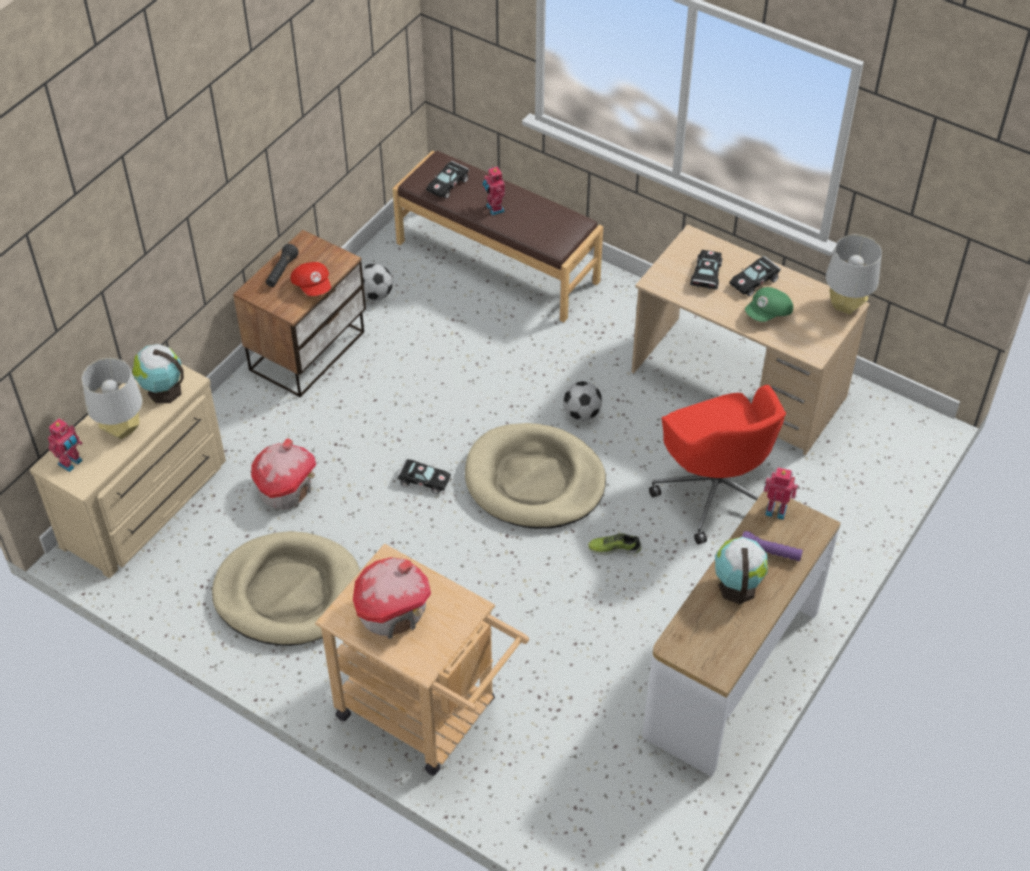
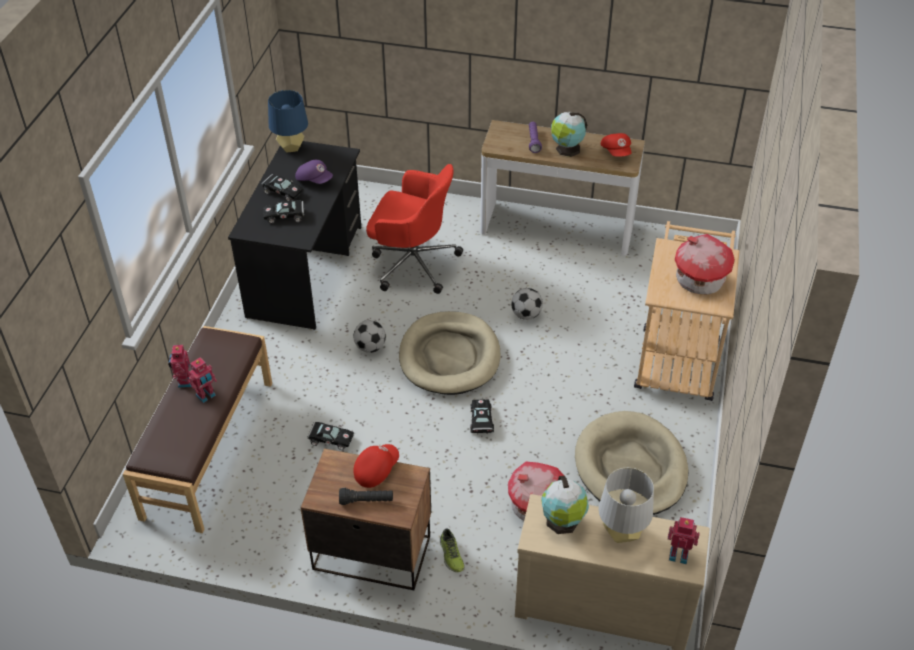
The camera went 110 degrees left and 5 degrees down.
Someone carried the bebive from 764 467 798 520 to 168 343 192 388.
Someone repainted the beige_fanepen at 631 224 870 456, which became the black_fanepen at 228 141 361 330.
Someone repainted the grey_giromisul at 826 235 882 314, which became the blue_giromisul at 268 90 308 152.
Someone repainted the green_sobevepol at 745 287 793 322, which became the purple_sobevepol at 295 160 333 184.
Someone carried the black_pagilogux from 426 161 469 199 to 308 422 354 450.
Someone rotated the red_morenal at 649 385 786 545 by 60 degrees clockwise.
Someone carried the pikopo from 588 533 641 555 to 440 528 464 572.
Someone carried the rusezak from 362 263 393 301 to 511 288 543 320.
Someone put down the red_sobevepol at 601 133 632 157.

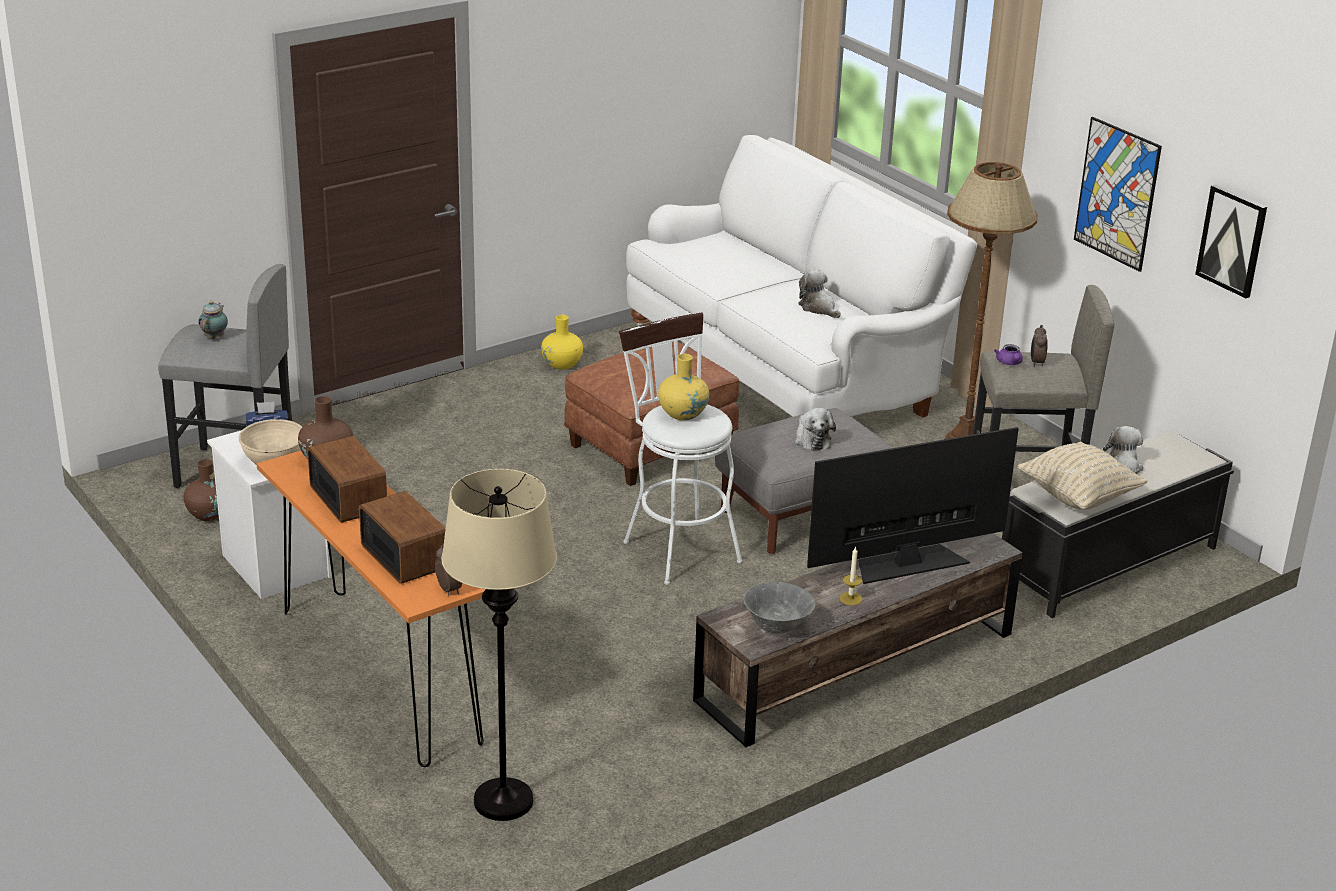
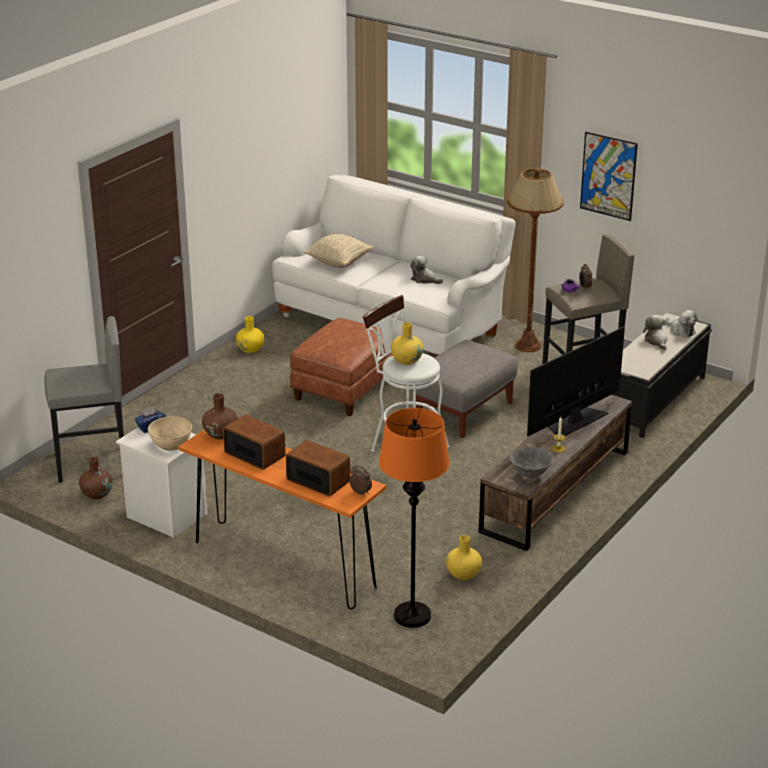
The camera went 20 degrees left and 0 degrees up.
Someone carried the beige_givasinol from 1017 442 1148 510 to 304 234 373 268.
Someone repainted the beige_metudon at 441 469 557 821, which became the orange_metudon at 379 408 450 628.
Someone put down the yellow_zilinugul at 446 535 482 580.
Someone carried the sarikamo from 795 408 836 451 to 666 310 698 337.
Someone took away the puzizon at 198 301 228 339.
Someone took away the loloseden at 1195 185 1267 298.

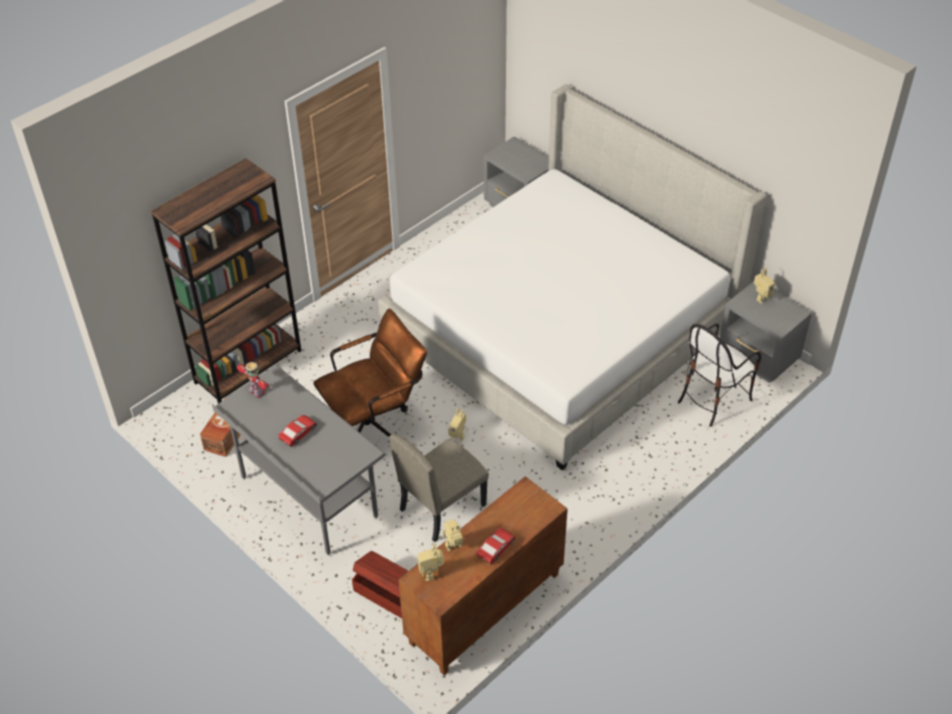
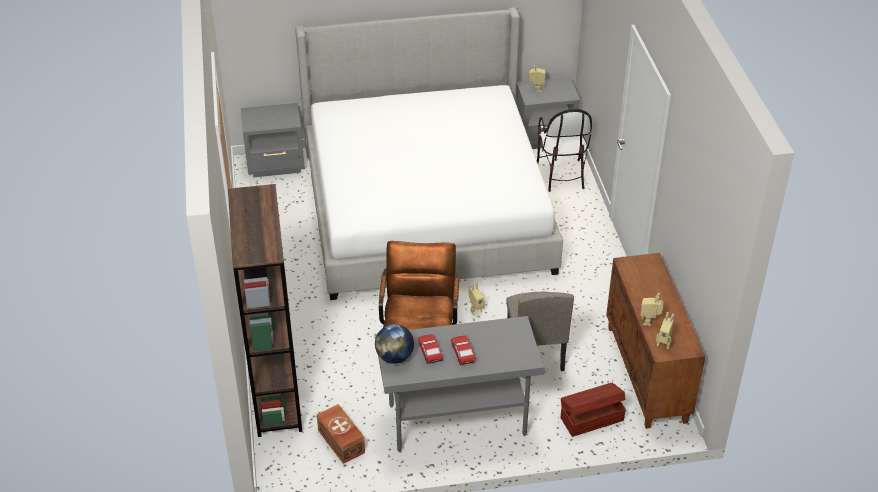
The camera went 55 degrees left and 5 degrees down.
Someone swapped the bebive at 237 362 269 398 for the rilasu at 375 324 414 364.
Someone carried the pagilogux from 477 528 515 565 to 418 334 443 364.

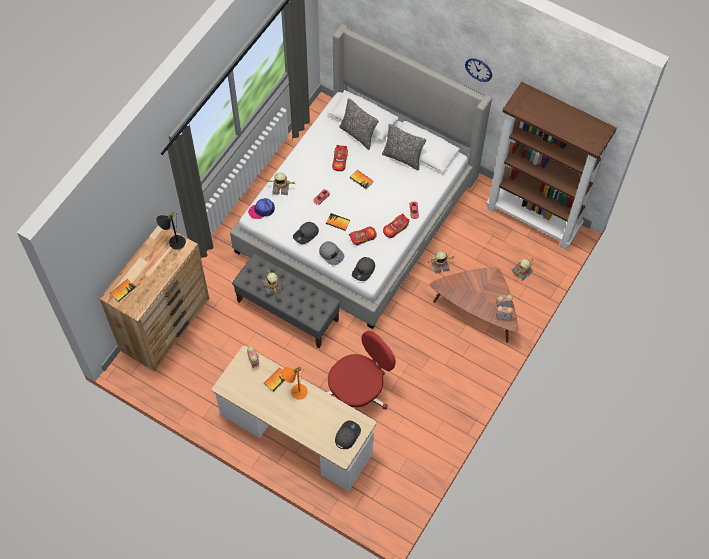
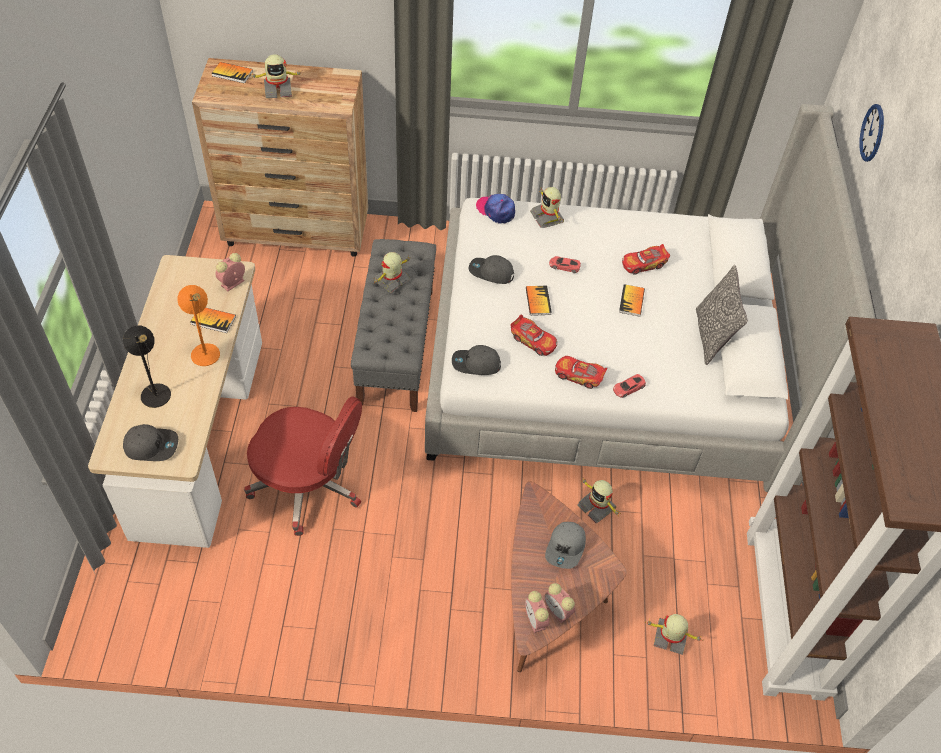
The camera went 60 degrees right and 10 degrees down.
Someone carried the black_giromisul from 156 212 186 250 to 123 325 171 408.
Someone put down the bebive at 251 54 302 98.
Someone carried the grey_sobevepol from 319 241 344 265 to 545 522 586 569.
Someone carried the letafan from 465 58 492 82 to 859 104 884 162.
Someone took away the givasinol at 339 98 379 150.

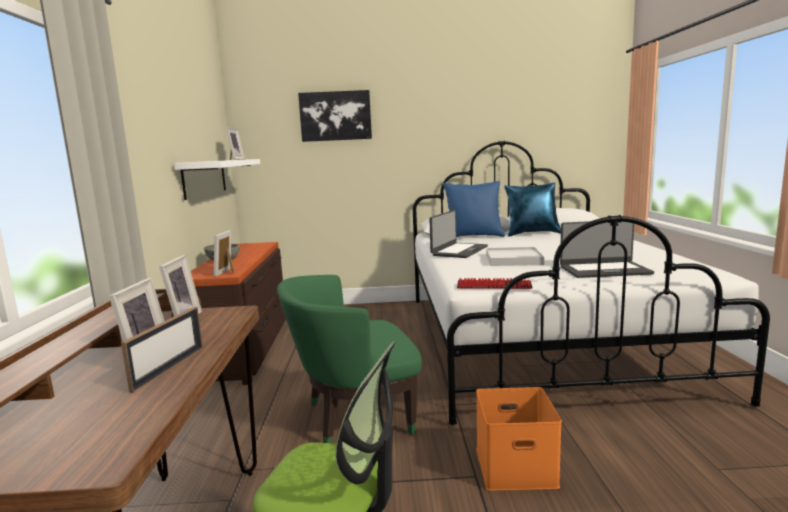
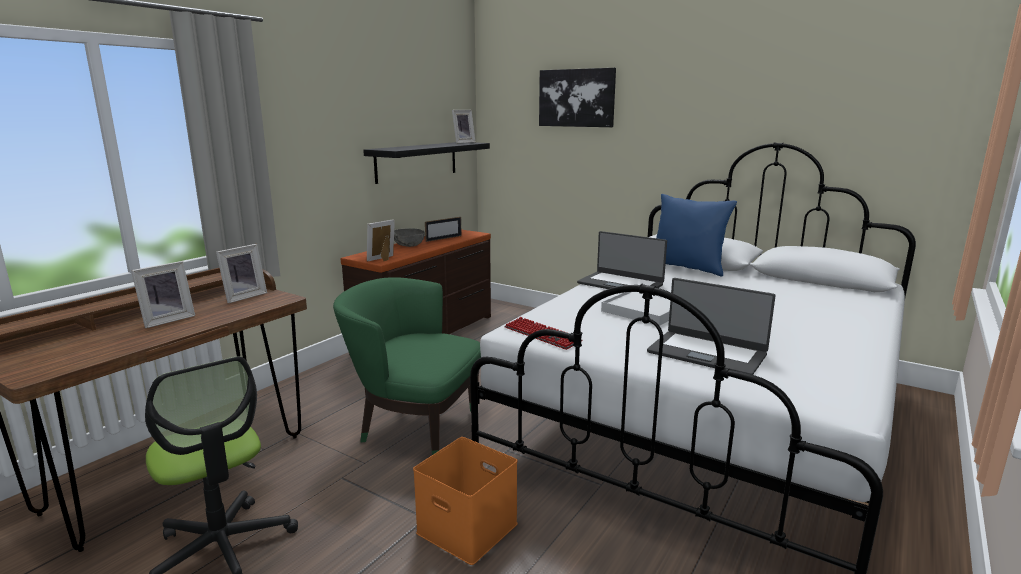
The camera went 35 degrees right and 5 degrees up.
Someone repainted the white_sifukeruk at 174 159 260 200, which became the black_sifukeruk at 363 142 490 184.
Someone carried the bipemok from 121 307 203 393 to 425 217 462 242.
Someone rotated the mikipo at 429 210 488 258 by 60 degrees clockwise.
Someone took away the blue_givasinol at 504 182 561 236.

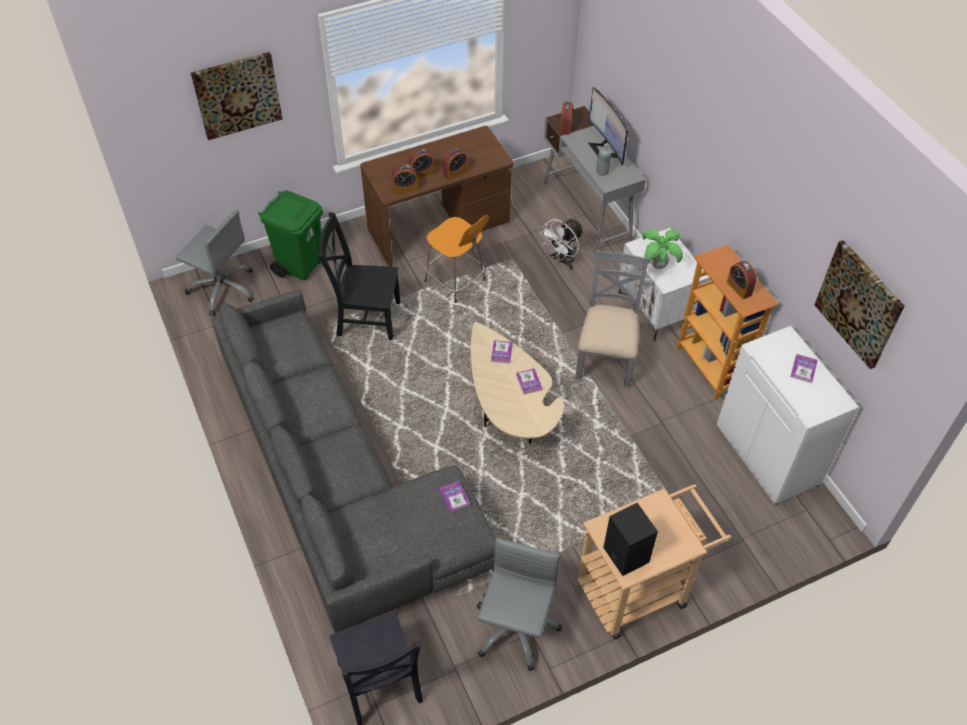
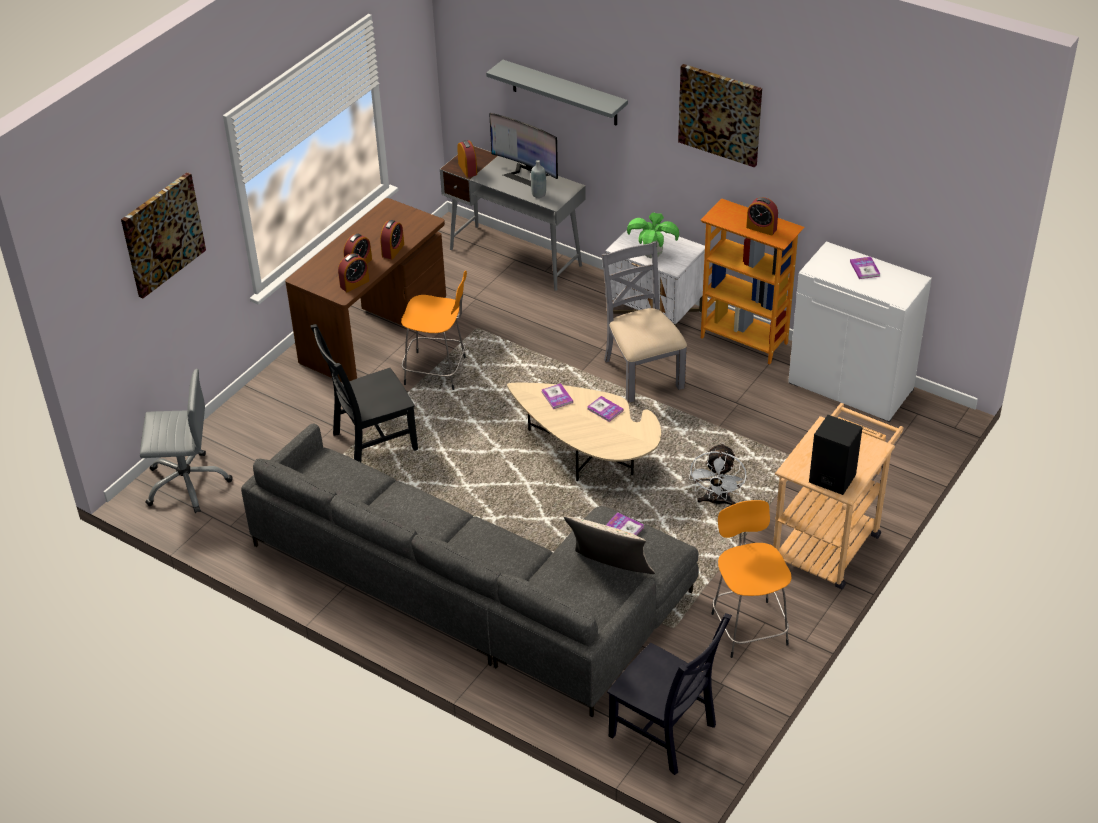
The camera went 30 degrees left and 10 degrees down.
Someone put up the grey_sifukeruk at 486 60 628 126.
Someone put down the beige_givasinol at 564 516 655 574.
Someone carried the loloseden from 815 240 905 369 to 678 64 762 167.
Someone carried the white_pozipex from 541 219 584 270 to 689 443 746 505.
Someone swapped the grey_morenal at 477 538 562 671 for the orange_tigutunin at 711 500 792 658.
Someone took away the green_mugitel at 258 190 323 280.

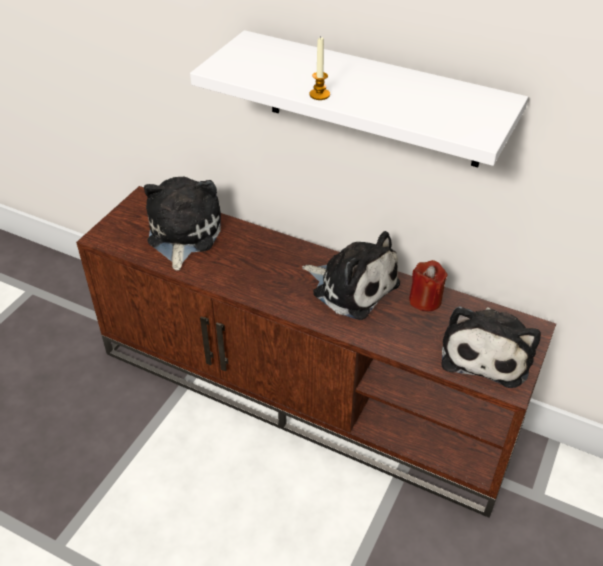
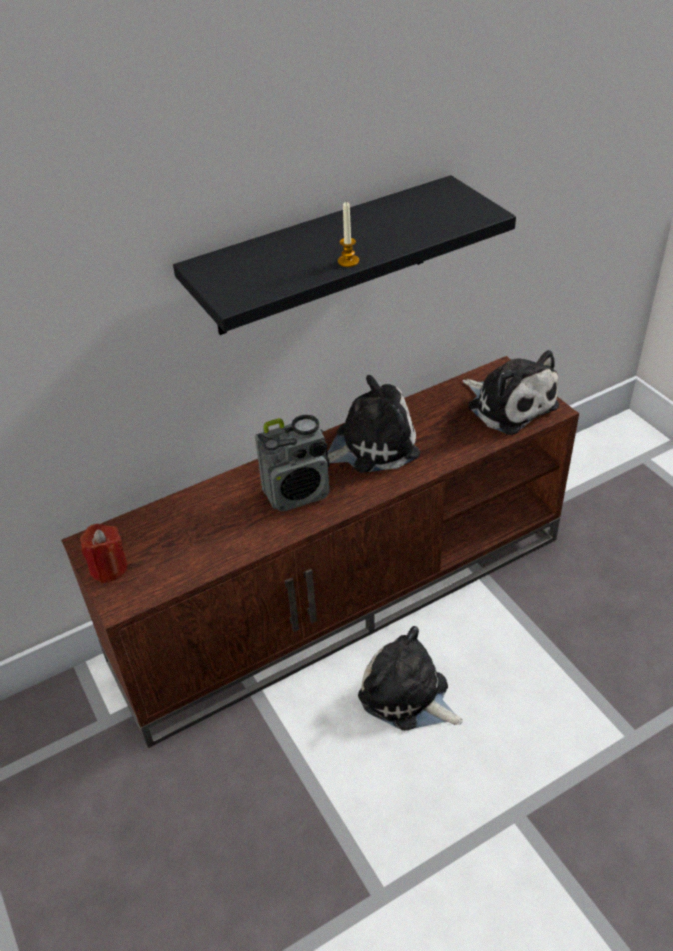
The camera went 55 degrees left and 0 degrees up.
Someone carried the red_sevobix from 409 260 448 312 to 80 524 128 583.
Someone repainted the white_sifukeruk at 190 30 528 167, which became the black_sifukeruk at 173 175 516 335.
Someone put down the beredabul at 255 415 330 512.
Someone carried the sarikamo from 144 176 221 271 to 358 626 463 731.

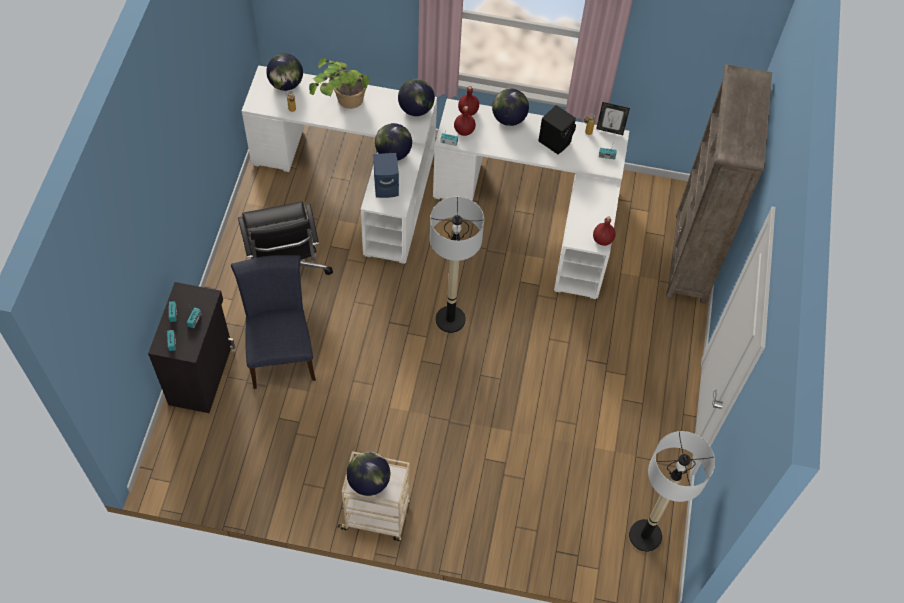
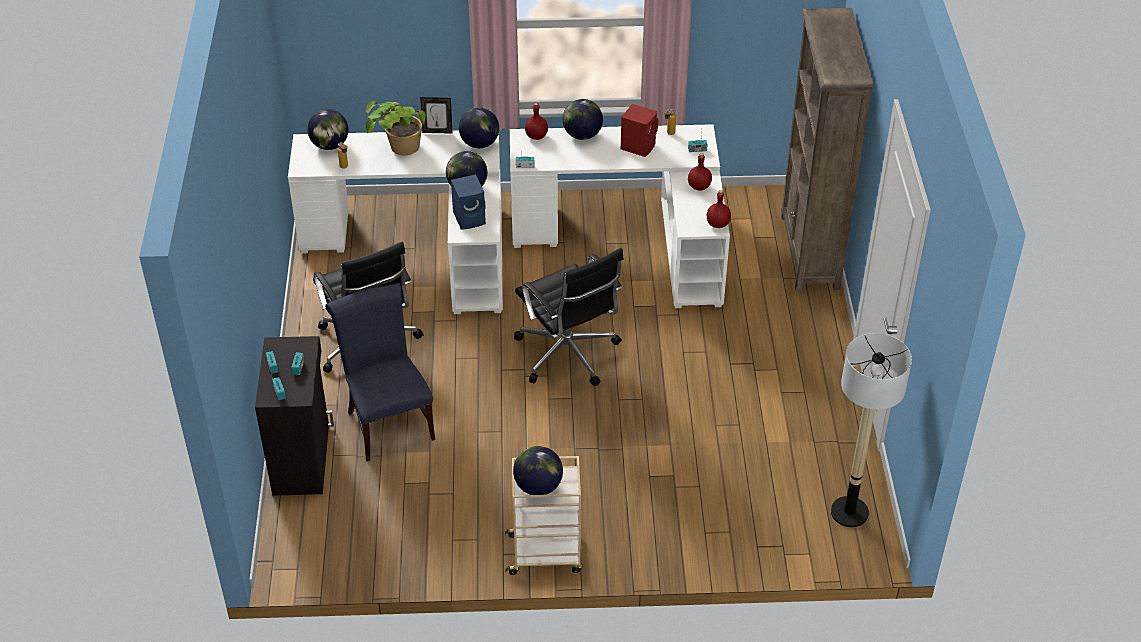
The camera went 10 degrees left and 15 degrees down.
Someone carried the bipemok from 596 102 630 135 to 420 97 452 134.
Someone swapped the metudon at 430 196 484 333 for the black_morenal at 514 248 623 386.
Someone repainted the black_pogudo at 539 105 576 154, which became the red_pogudo at 621 104 658 157.
Someone carried the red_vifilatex from 454 106 476 136 to 688 153 712 191.

